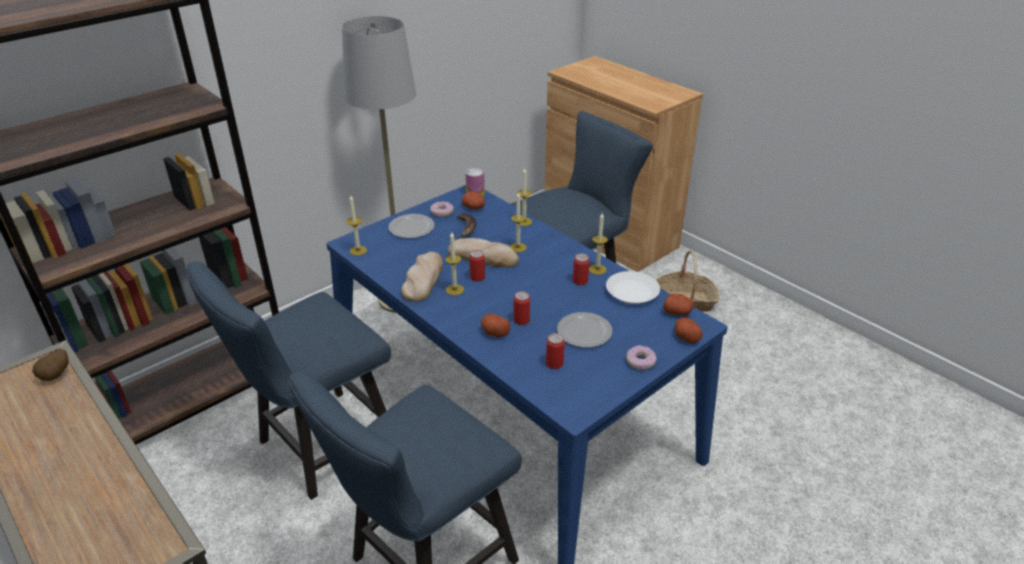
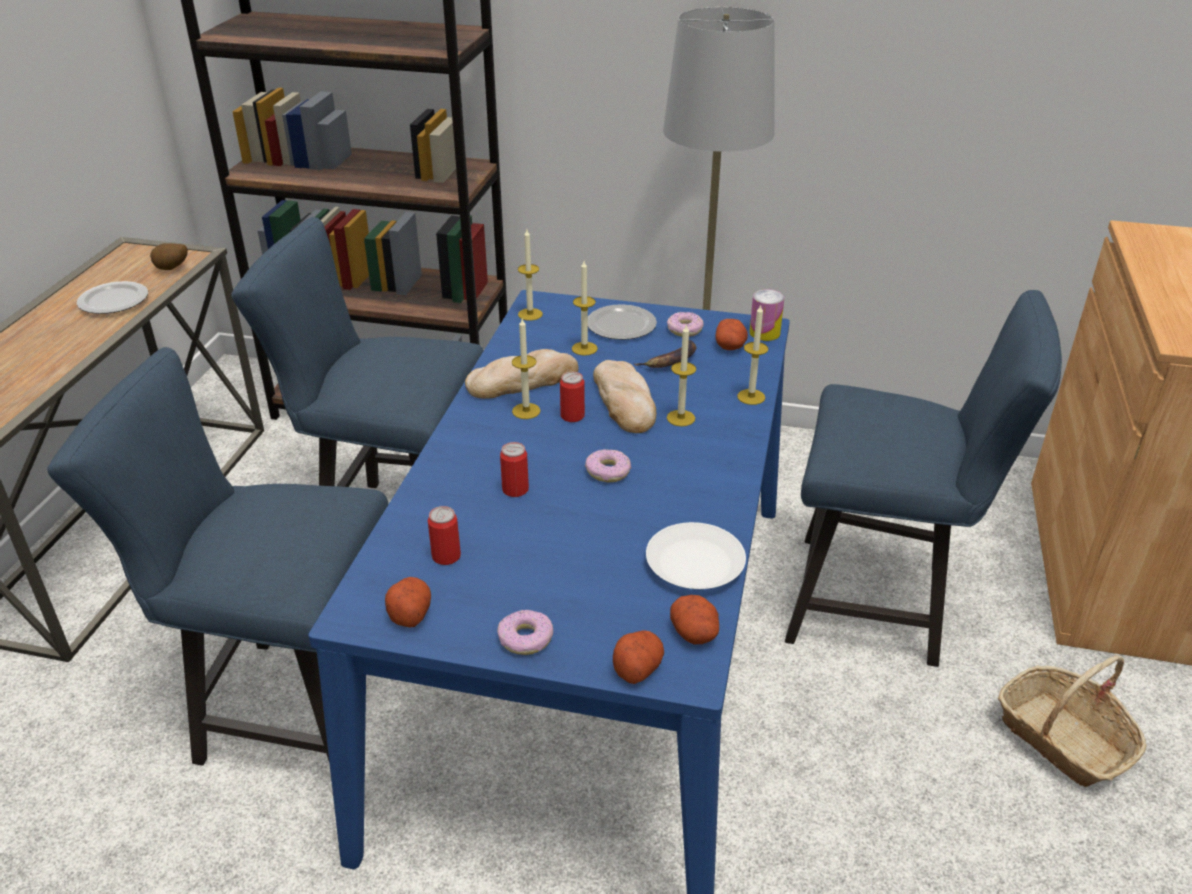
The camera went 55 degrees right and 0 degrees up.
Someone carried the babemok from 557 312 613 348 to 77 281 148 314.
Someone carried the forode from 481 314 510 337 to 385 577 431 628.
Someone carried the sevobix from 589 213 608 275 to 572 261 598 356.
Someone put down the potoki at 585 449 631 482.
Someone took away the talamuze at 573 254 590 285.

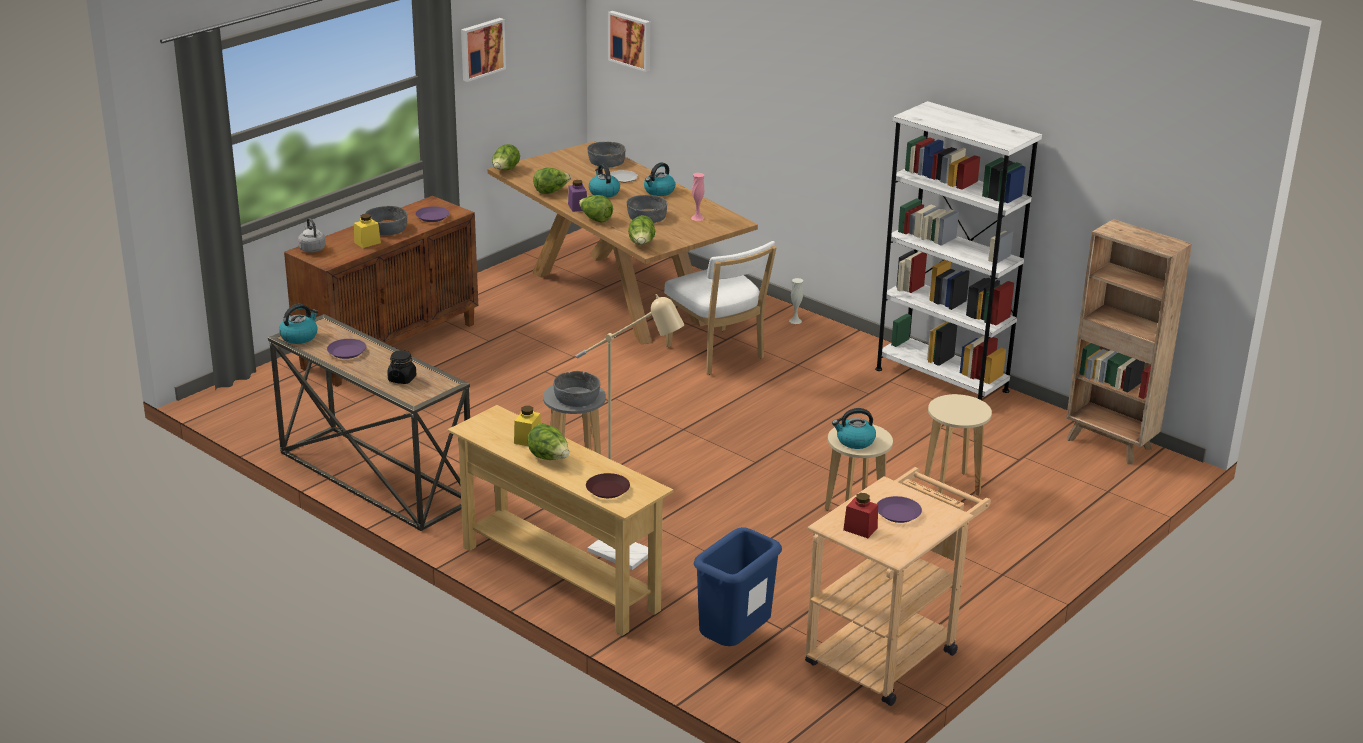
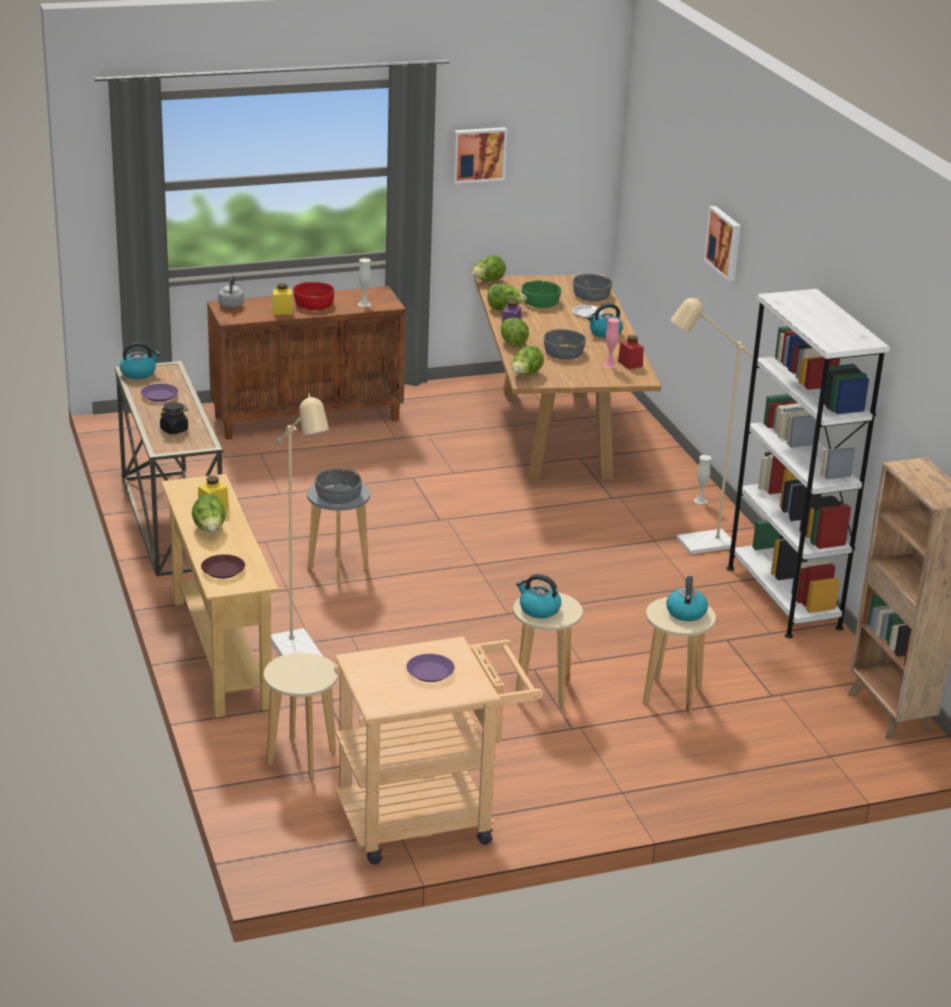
The camera went 30 degrees right and 0 degrees up.
Someone swapped the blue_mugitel at 694 527 782 646 for the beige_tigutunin at 264 653 338 779.
Someone repainted the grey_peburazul at 365 206 407 235, which became the red_peburazul at 293 282 334 310.
Someone swapped the purple_babemok at 415 206 450 222 for the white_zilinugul at 358 258 371 307.
Someone put down the green_peburazul at 522 280 561 308.
Someone carried the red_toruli from 843 493 878 538 to 618 335 644 369.
Someone carried the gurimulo from 589 164 620 198 to 666 576 708 621.
Someone put down the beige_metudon at 671 296 753 554.
Someone carried the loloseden from 608 11 650 72 to 704 206 741 281.
Someone took away the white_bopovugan at 664 241 777 375.

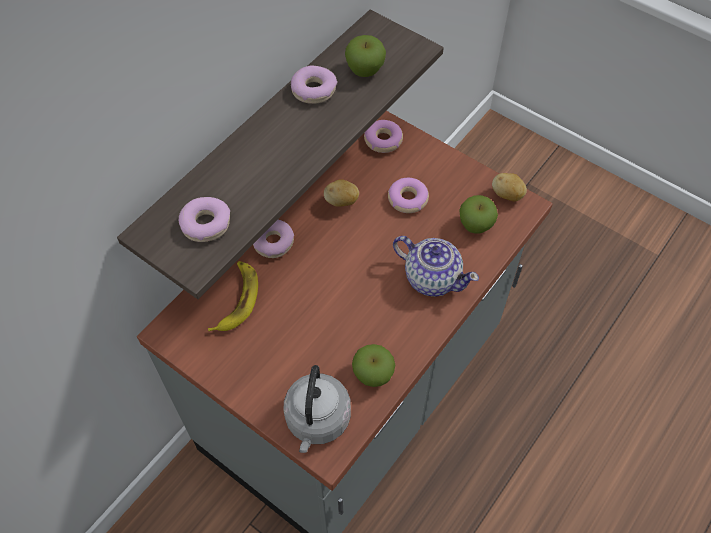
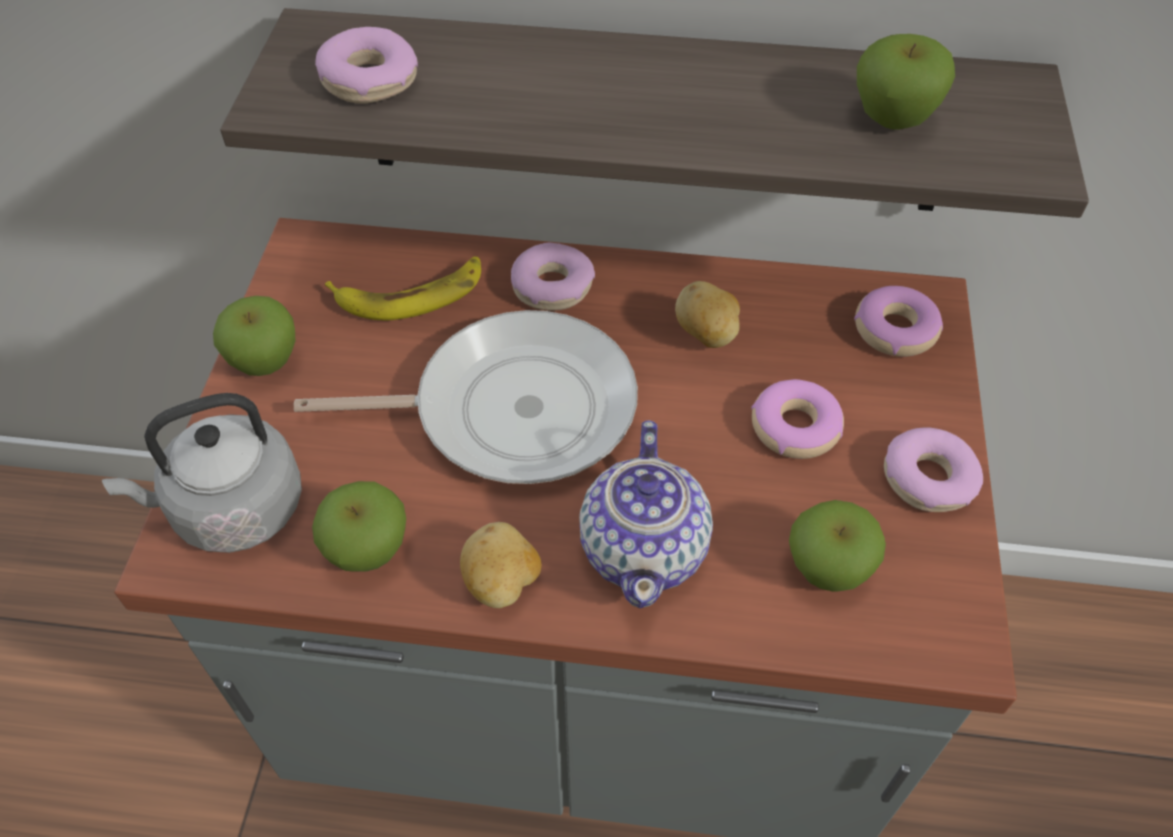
The camera went 60 degrees right and 5 degrees down.
Someone put down the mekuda at 213 296 296 376.
Someone put down the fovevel at 294 310 638 484.
Someone carried the forode from 492 173 527 201 to 460 522 542 608.
Someone carried the potoki from 291 65 337 104 to 884 427 983 512.

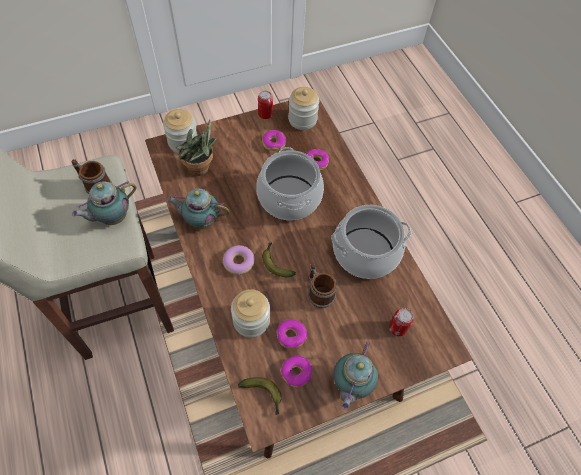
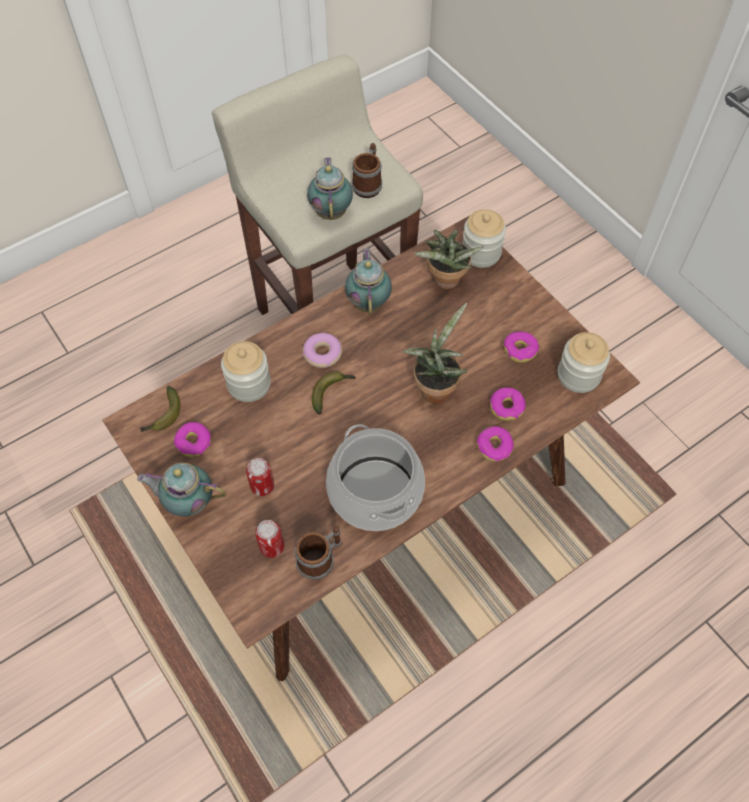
The camera went 80 degrees right and 0 degrees up.
Someone carried the talamuze from 258 90 273 119 to 246 458 274 496.
Someone carried the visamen from 308 263 337 308 to 295 526 342 580.
Someone rotated the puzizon at 72 181 136 225 by 45 degrees clockwise.
Someone swapped the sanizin at 256 147 324 220 for the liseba at 402 303 467 404.
Someone carried the potoki from 277 320 307 349 to 477 426 514 462.

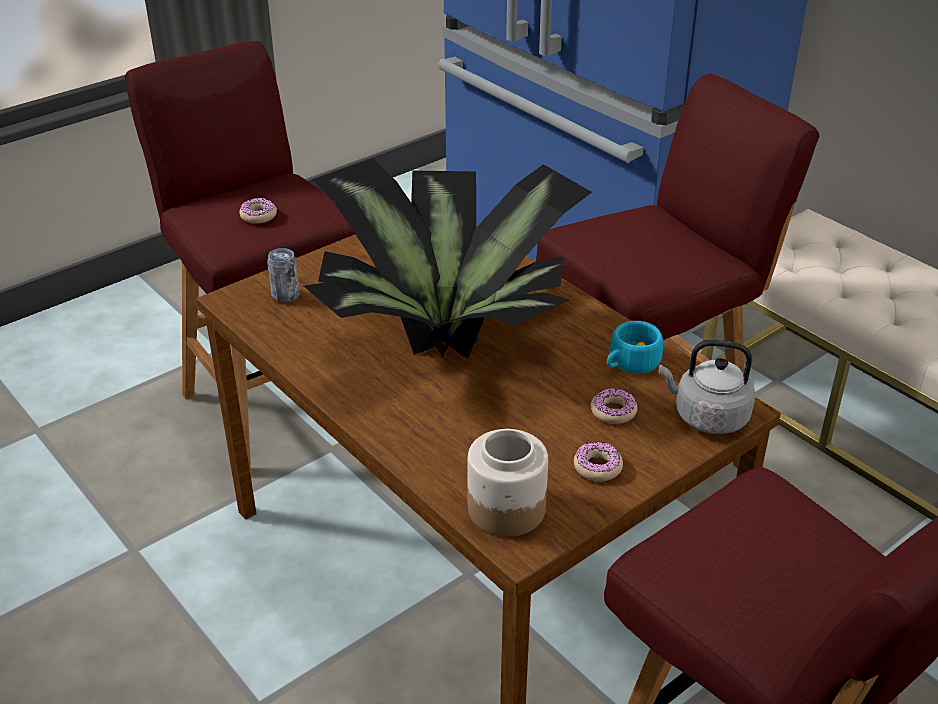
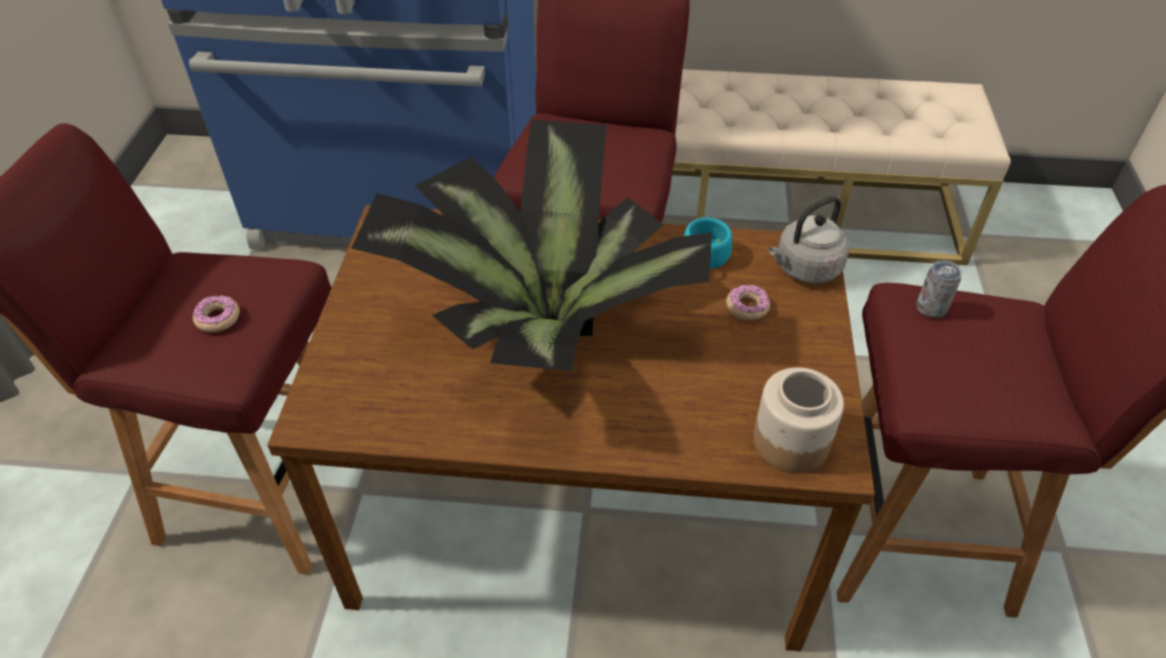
The camera went 45 degrees left and 10 degrees up.
Someone carried the talamuze from 267 248 300 303 to 916 260 962 318.
Someone took away the potoki at 574 442 623 482.

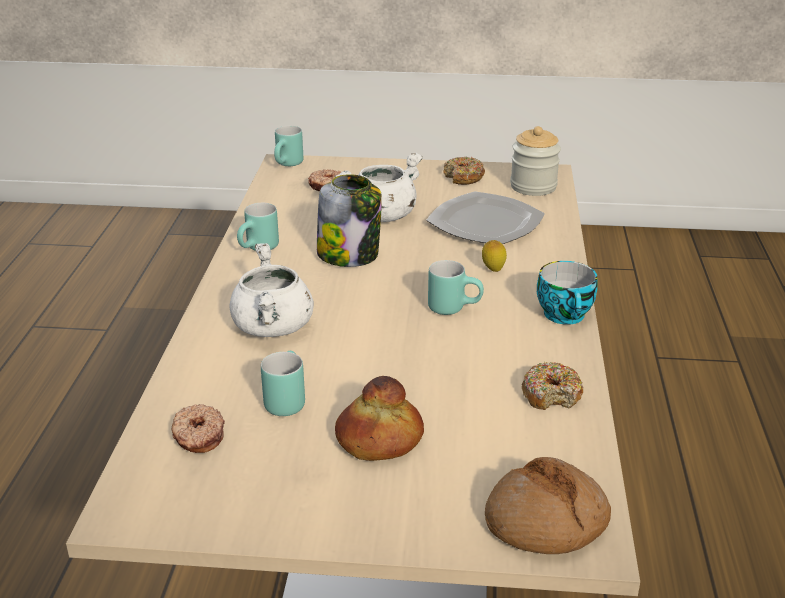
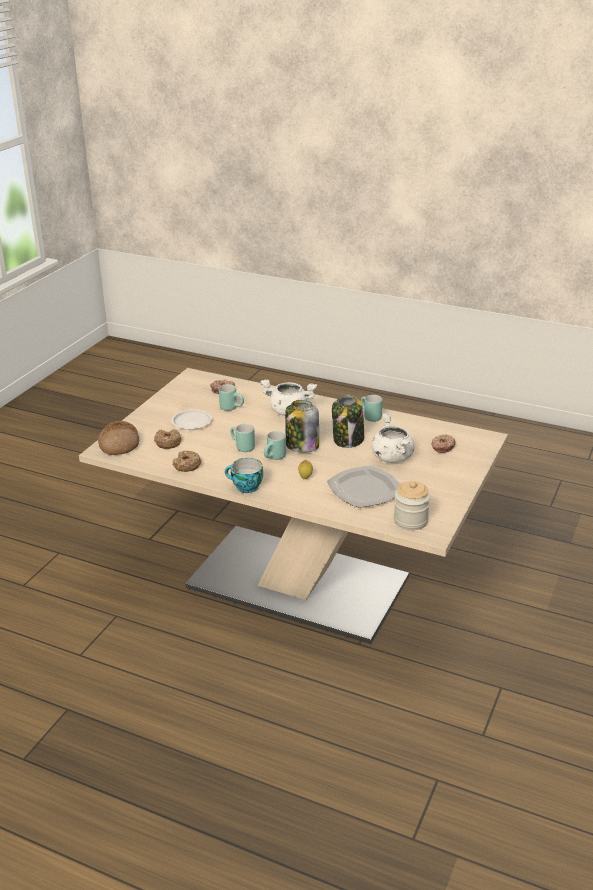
The camera went 110 degrees right and 0 degrees up.
Someone carried the potoki from 443 156 485 185 to 154 429 181 449.
Someone swapped the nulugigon at 335 376 424 461 for the white_babemok at 171 409 212 430.
Someone carried the turquoise_visamen from 274 126 303 166 to 230 424 255 452.
Someone put down the toruli at 285 400 319 453.

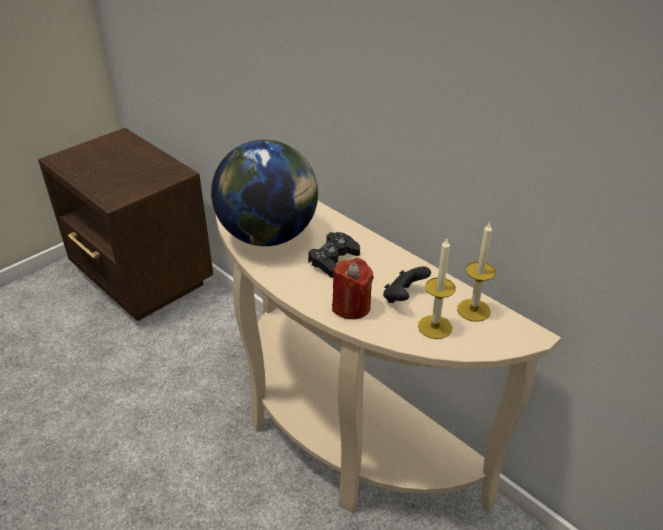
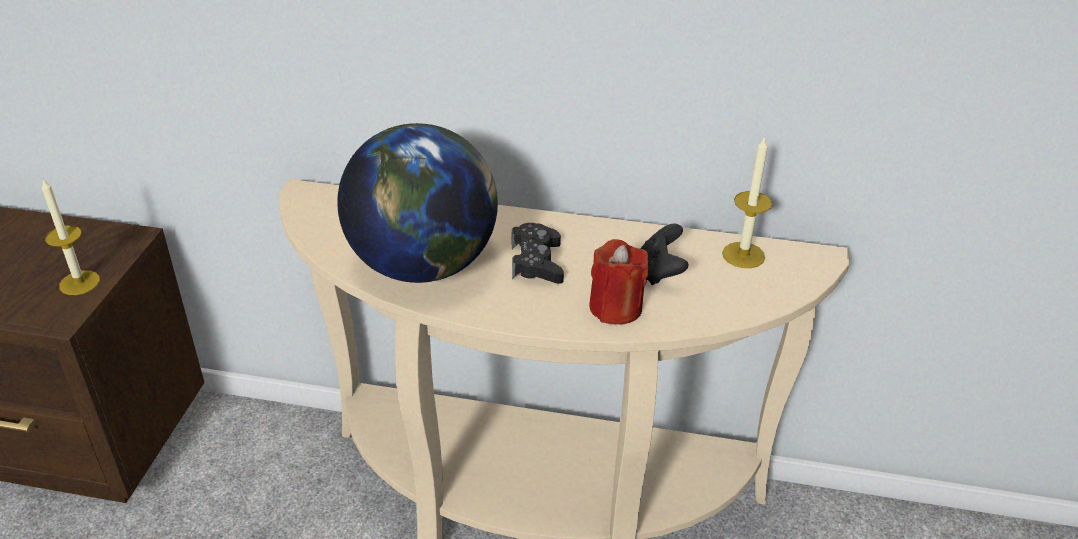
The camera went 35 degrees left and 0 degrees up.
Someone carried the sevobix from 418 239 456 339 to 42 178 100 295.

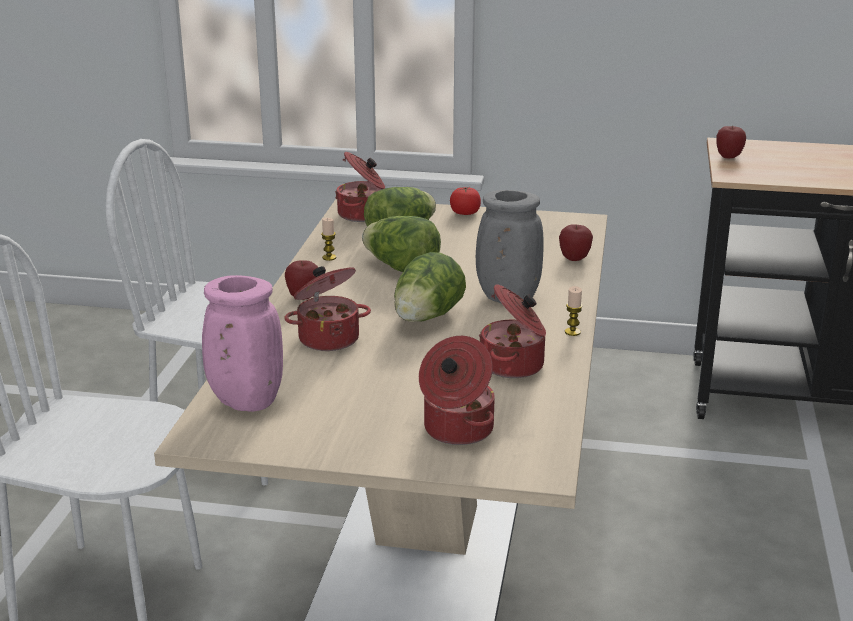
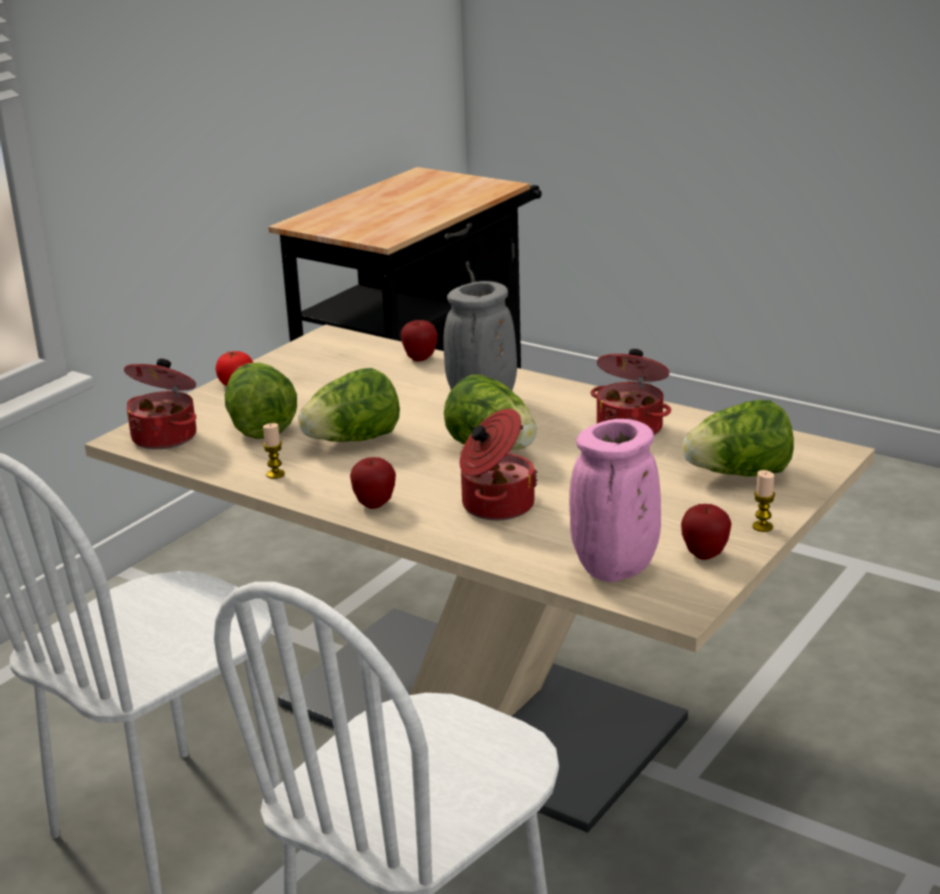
The camera went 65 degrees left and 0 degrees up.
Someone carried the mekuda from 716 126 746 158 to 681 504 732 560.
Someone swapped the sanizin at 419 336 495 445 for the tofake at 682 400 794 476.
Someone carried the sevobix from 565 286 583 336 to 752 470 775 532.

